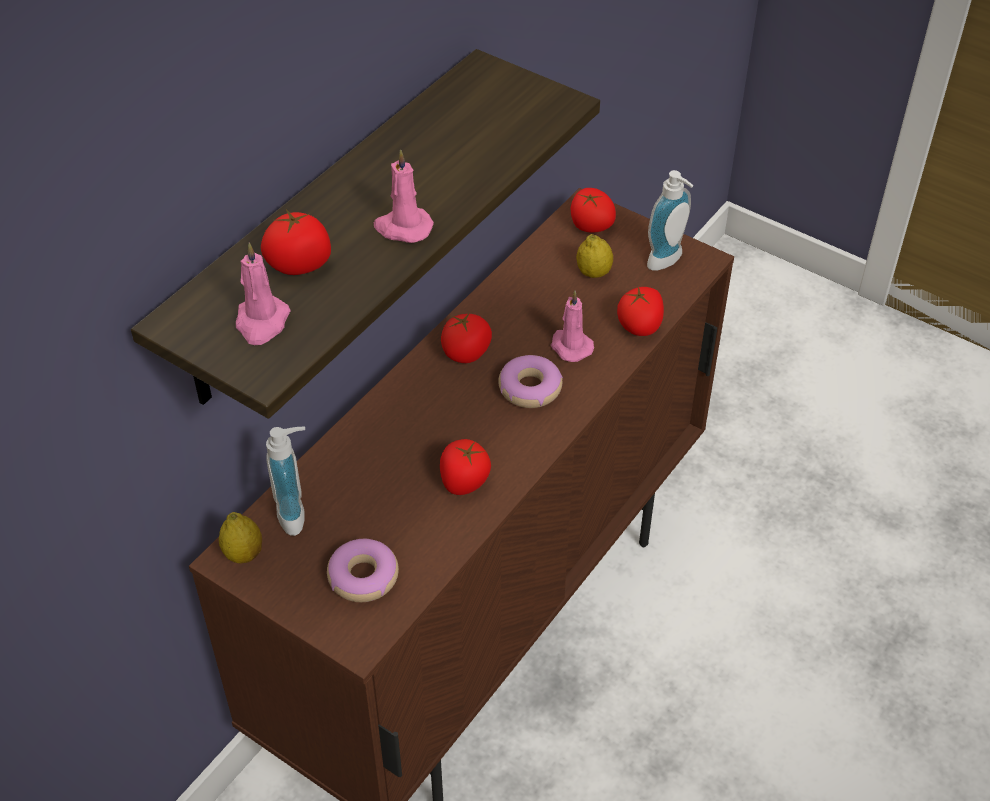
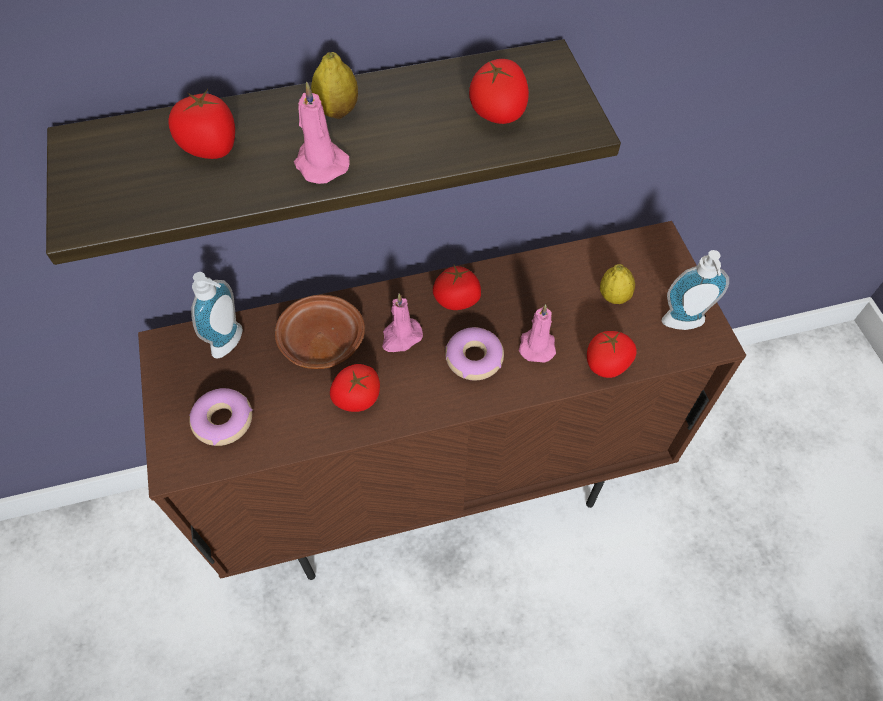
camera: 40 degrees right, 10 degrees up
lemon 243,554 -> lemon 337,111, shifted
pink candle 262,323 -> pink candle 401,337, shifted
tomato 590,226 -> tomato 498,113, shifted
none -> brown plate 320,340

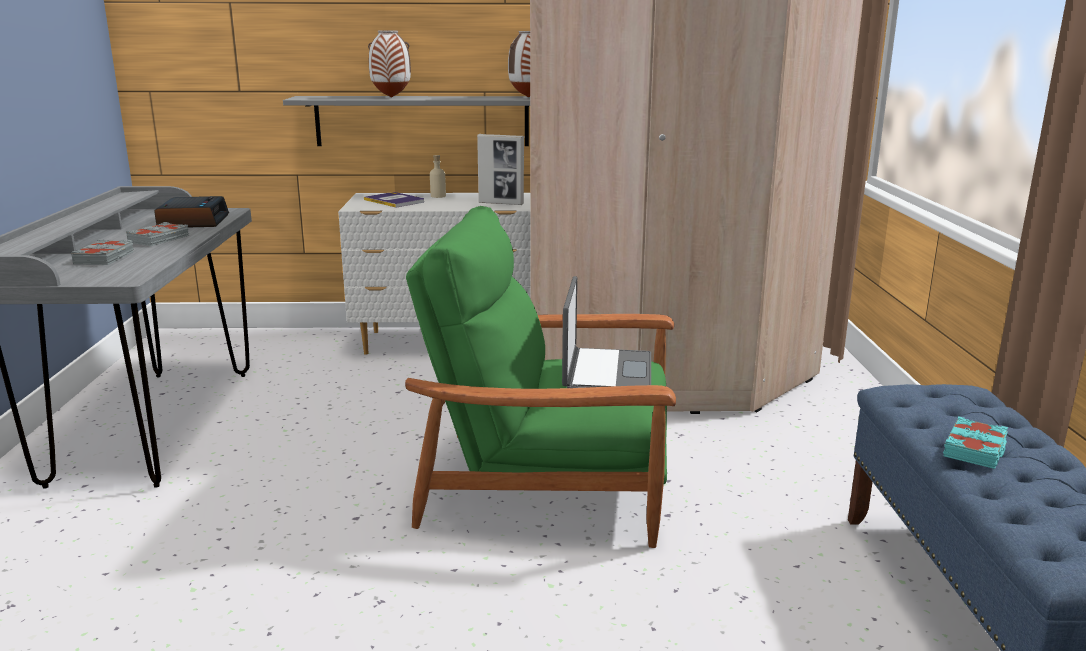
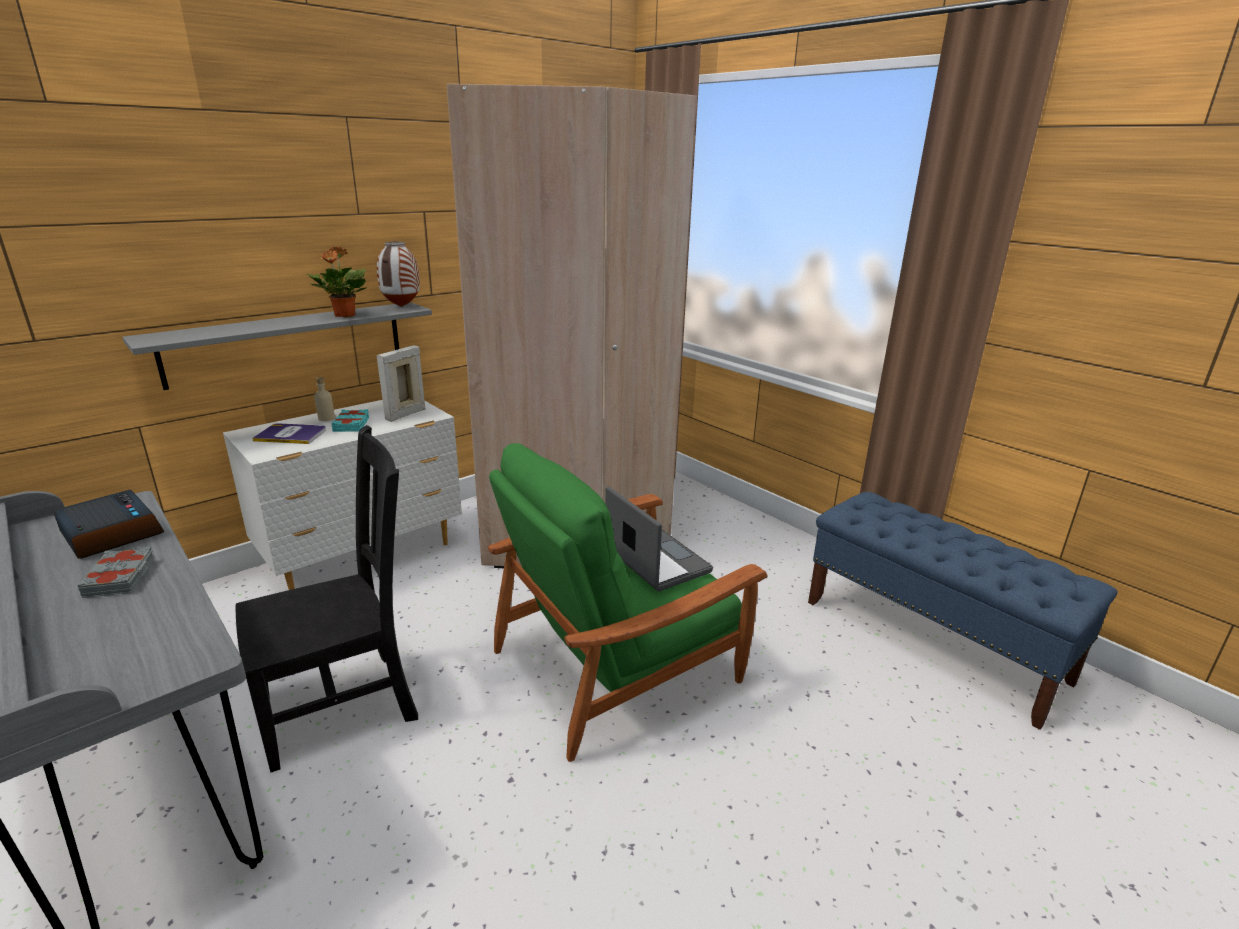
camera: 40 degrees left, 5 degrees up
grey book 105,258 -> none
vase 390,97 -> none
picture frame 501,203 -> picture frame 405,414, 150 degrees clockwise
turquoise book 975,449 -> turquoise book 352,424, shifted
none -> black chair 344,705
none -> potted plant 344,315

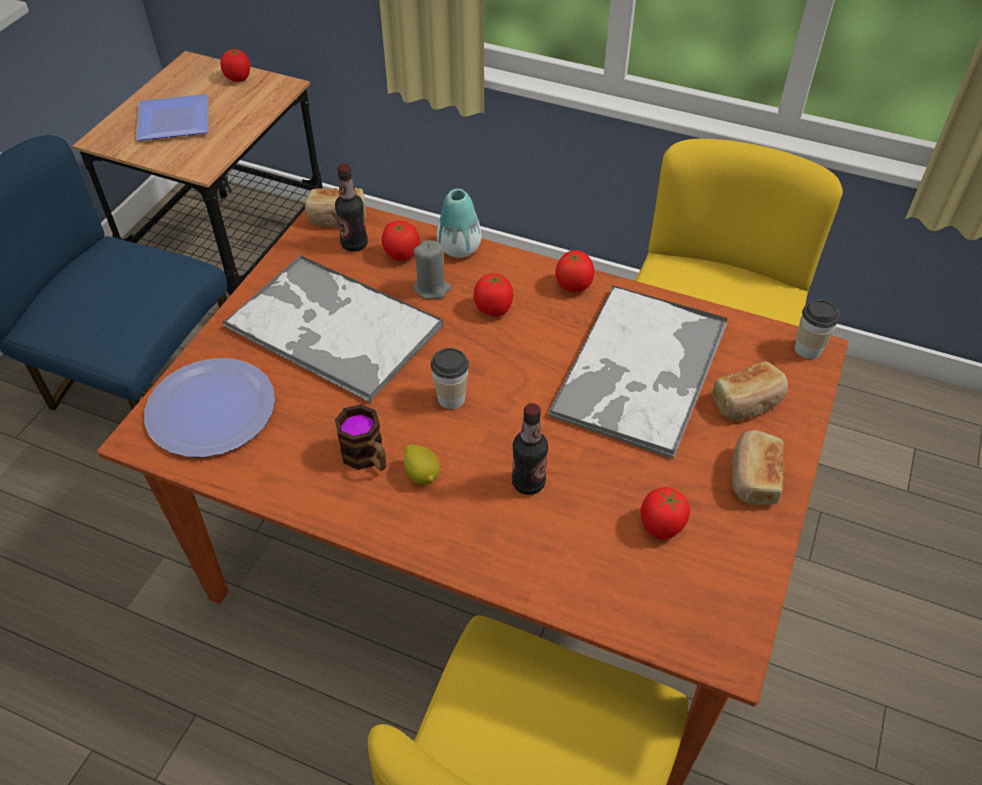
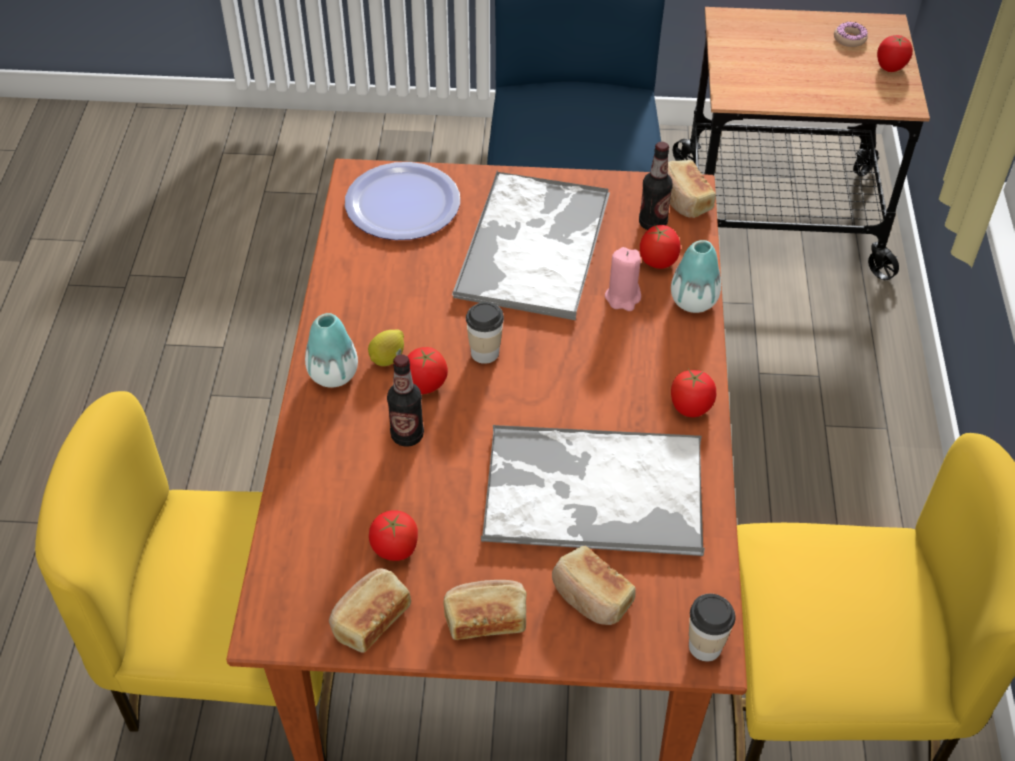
camera: 70 degrees right, 0 degrees up
plate 171,122 -> none
mug 367,458 -> none
grey candle 432,288 -> pink candle 623,297
tomato 493,309 -> tomato 425,385, shifted
none -> vase 333,374
none -> bread 369,618
none -> donut 849,39

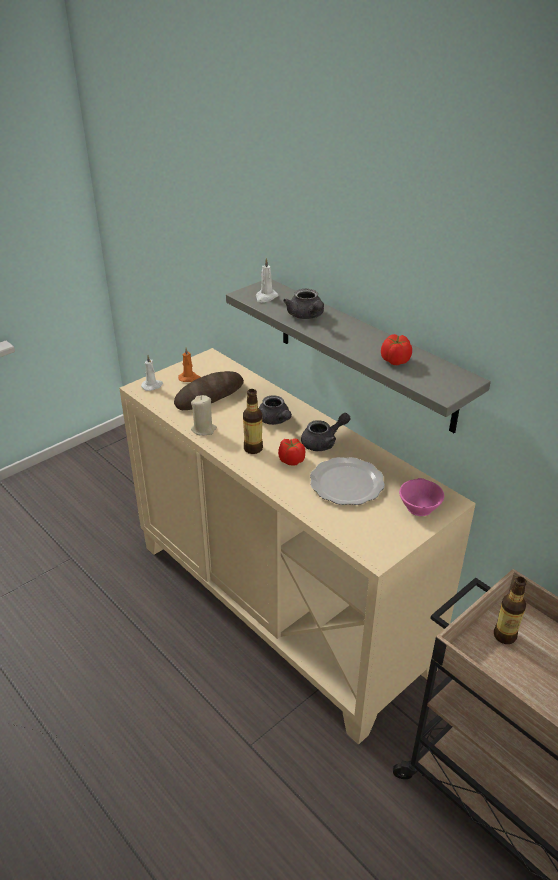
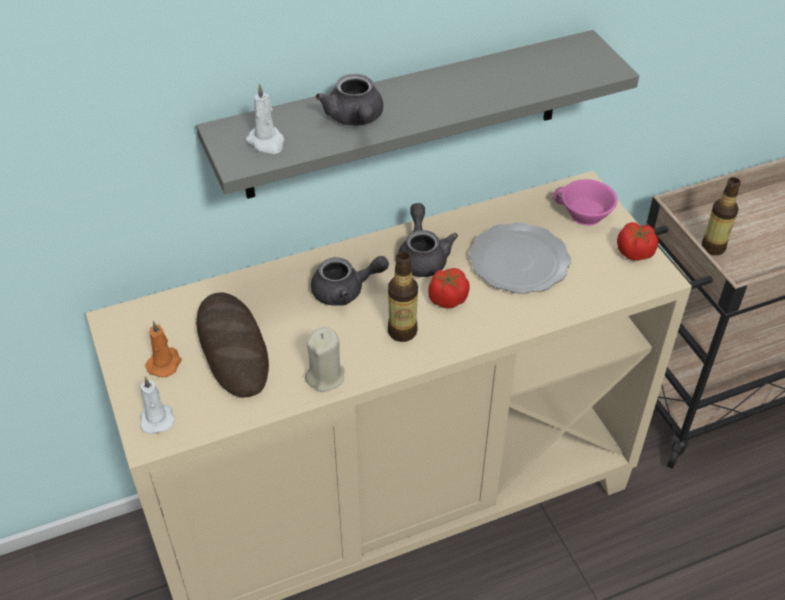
camera: 70 degrees left, 10 degrees up
grey teapot 306,316 -> grey teapot 355,119, 75 degrees clockwise
tomato 395,361 -> tomato 635,253, shifted

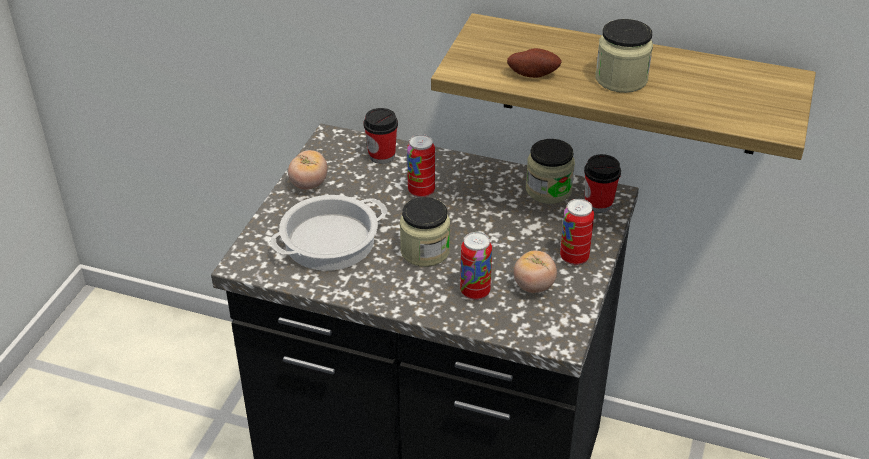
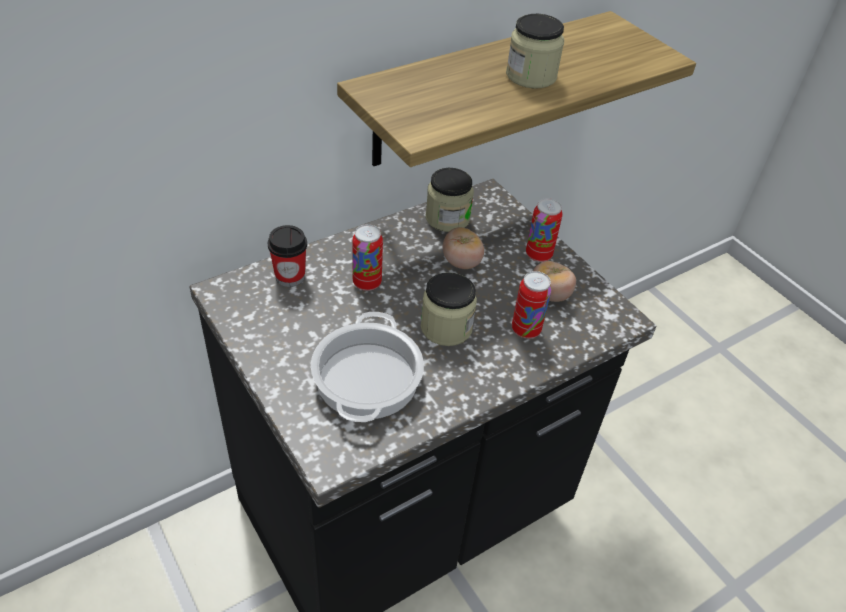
camera: 55 degrees left, 5 degrees up
tomato 309,184 -> tomato 461,262, shifted
potato 533,74 -> none
cup 598,204 -> none

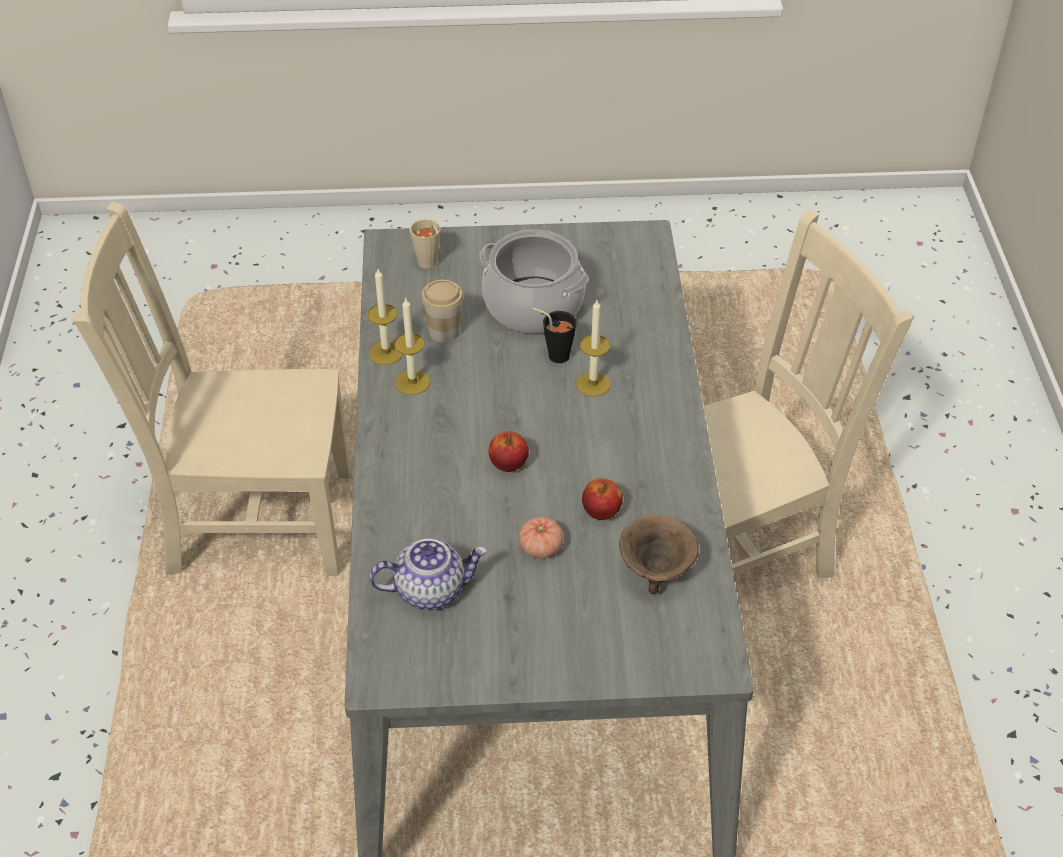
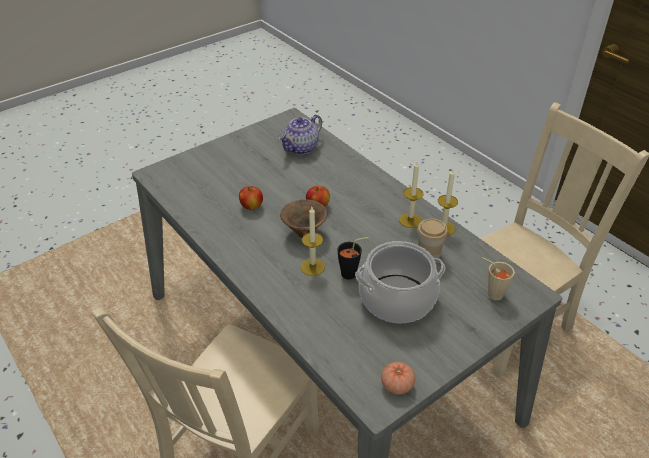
camera: 145 degrees right, 5 degrees down
tomato 540,547 -> tomato 397,385, shifted
brown bowl 656,571 -> brown bowl 305,233, shifted

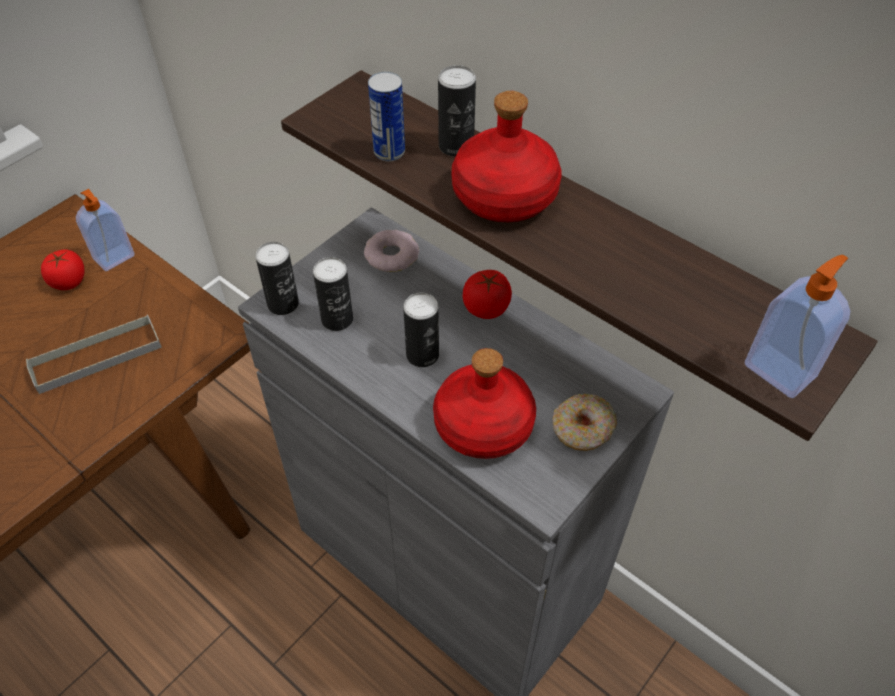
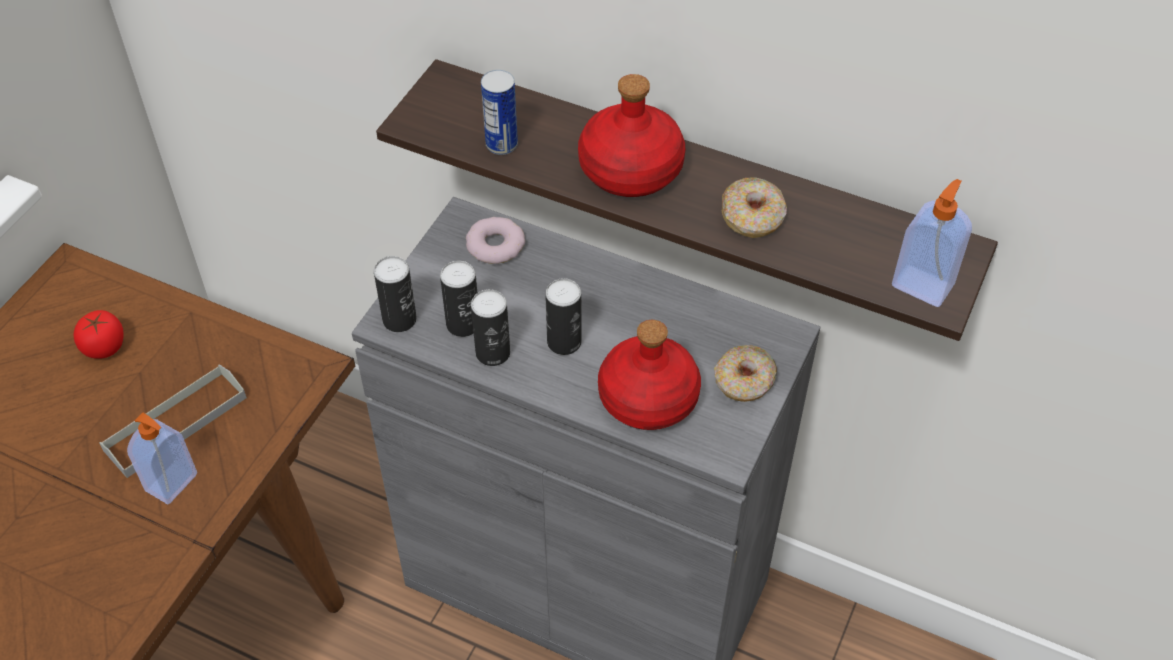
camera: 15 degrees left, 0 degrees up
soap dispenser 115,258 -> soap dispenser 173,483, shifted
can 456,146 -> can 493,353, shifted
tomato 486,308 -> none
none -> donut 752,217

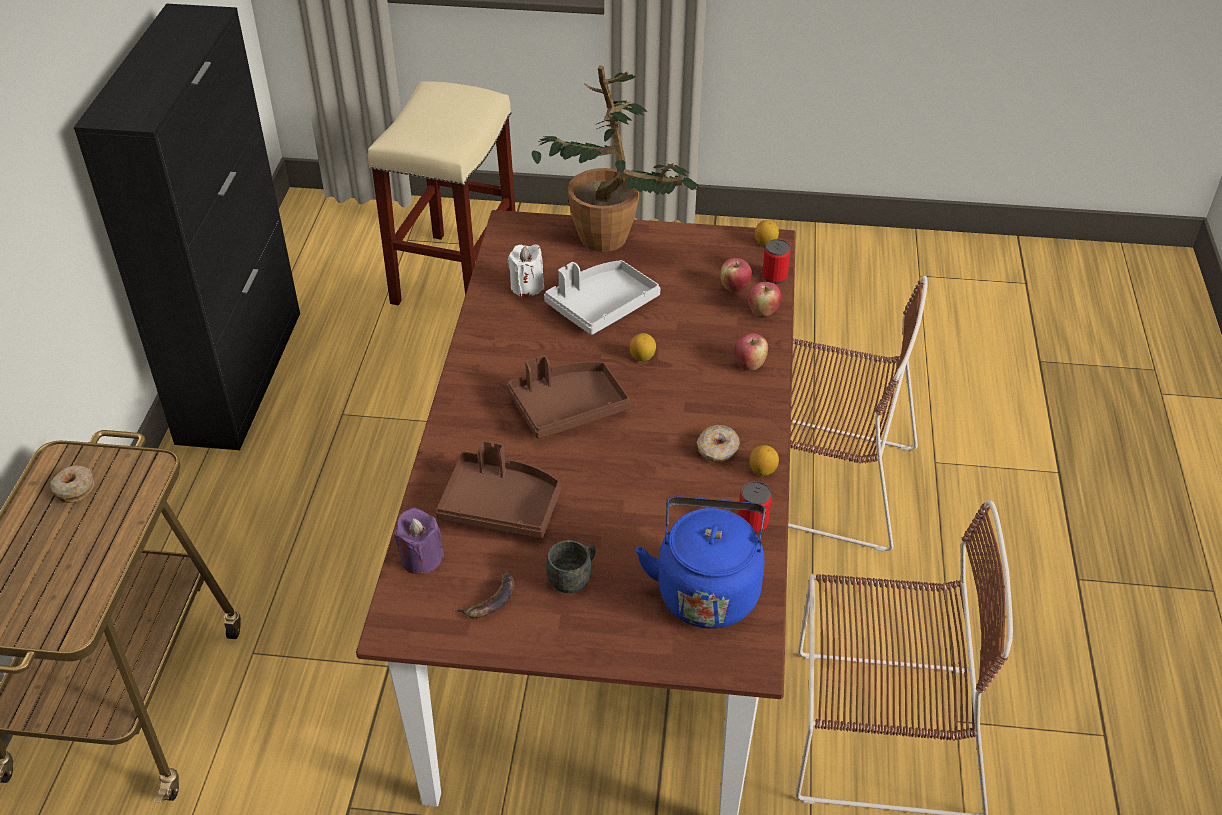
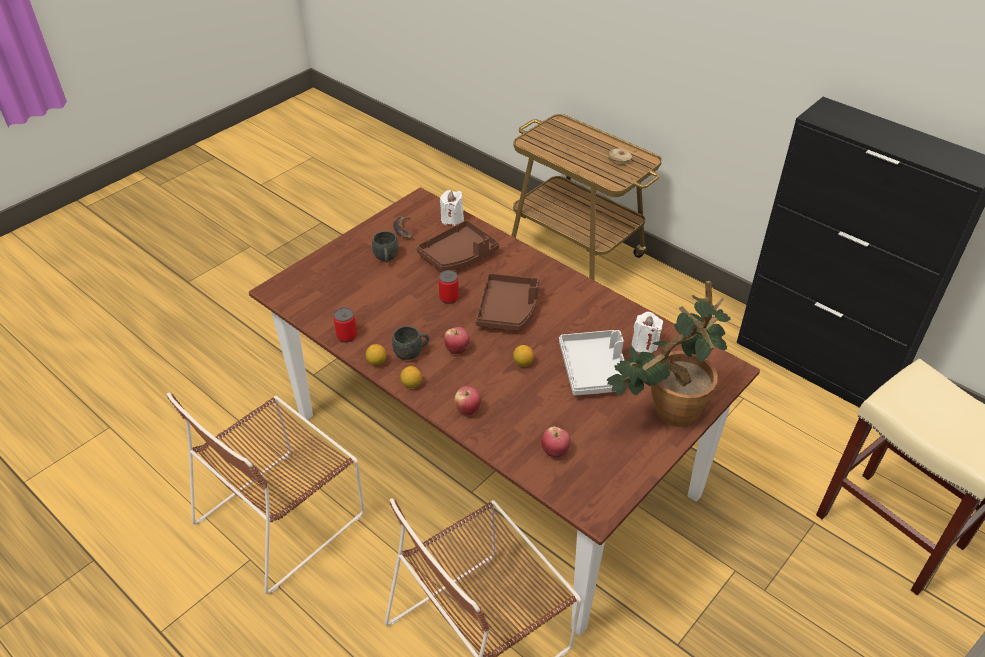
camera: 125 degrees right, 0 degrees up
purple candle 421,558 -> white candle 452,219
blue kettle 707,589 -> none
donut 717,450 -> grey mug 412,352
apple 762,311 -> apple 457,350, shifted
lemon 765,242 -> lemon 411,384, shifted
can 774,277 -> can 449,298, shifted

